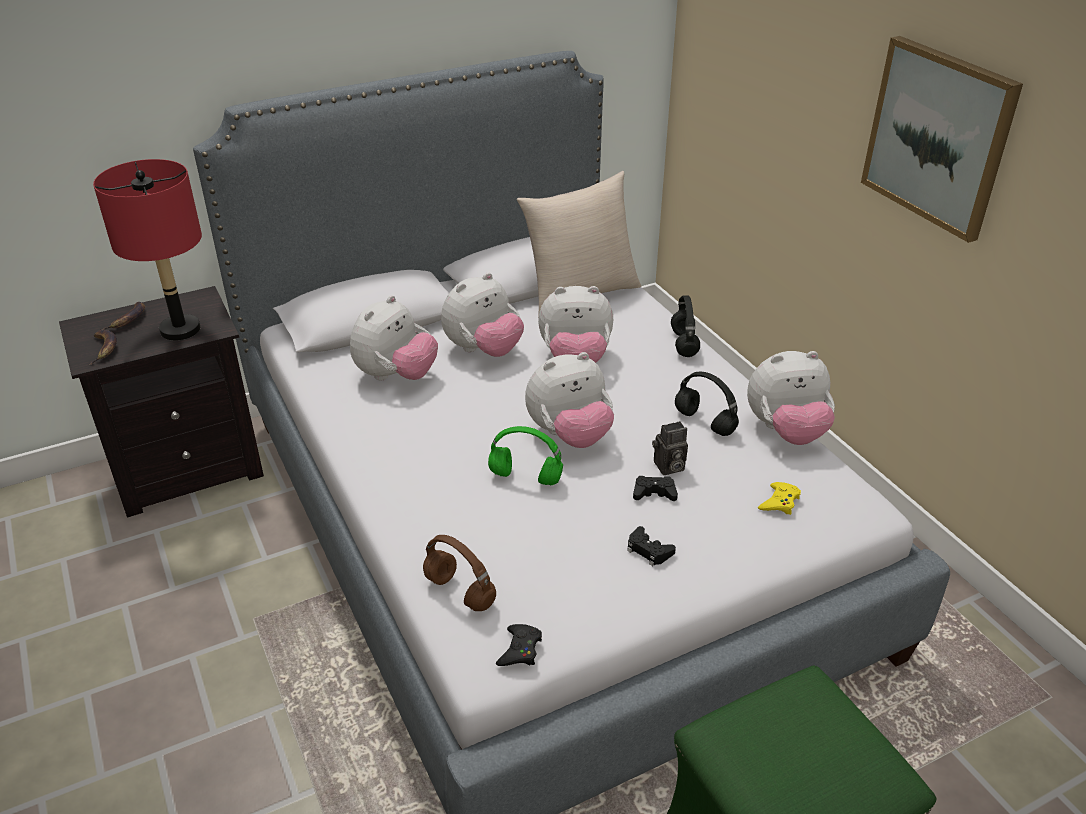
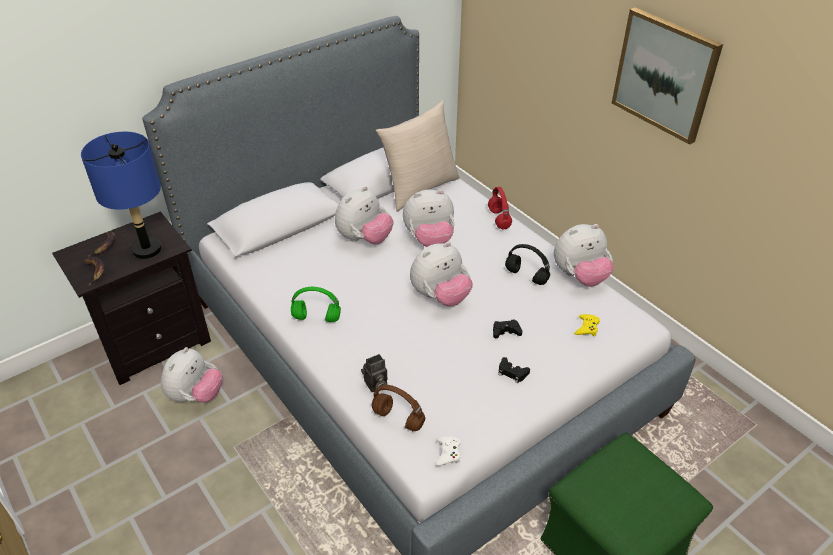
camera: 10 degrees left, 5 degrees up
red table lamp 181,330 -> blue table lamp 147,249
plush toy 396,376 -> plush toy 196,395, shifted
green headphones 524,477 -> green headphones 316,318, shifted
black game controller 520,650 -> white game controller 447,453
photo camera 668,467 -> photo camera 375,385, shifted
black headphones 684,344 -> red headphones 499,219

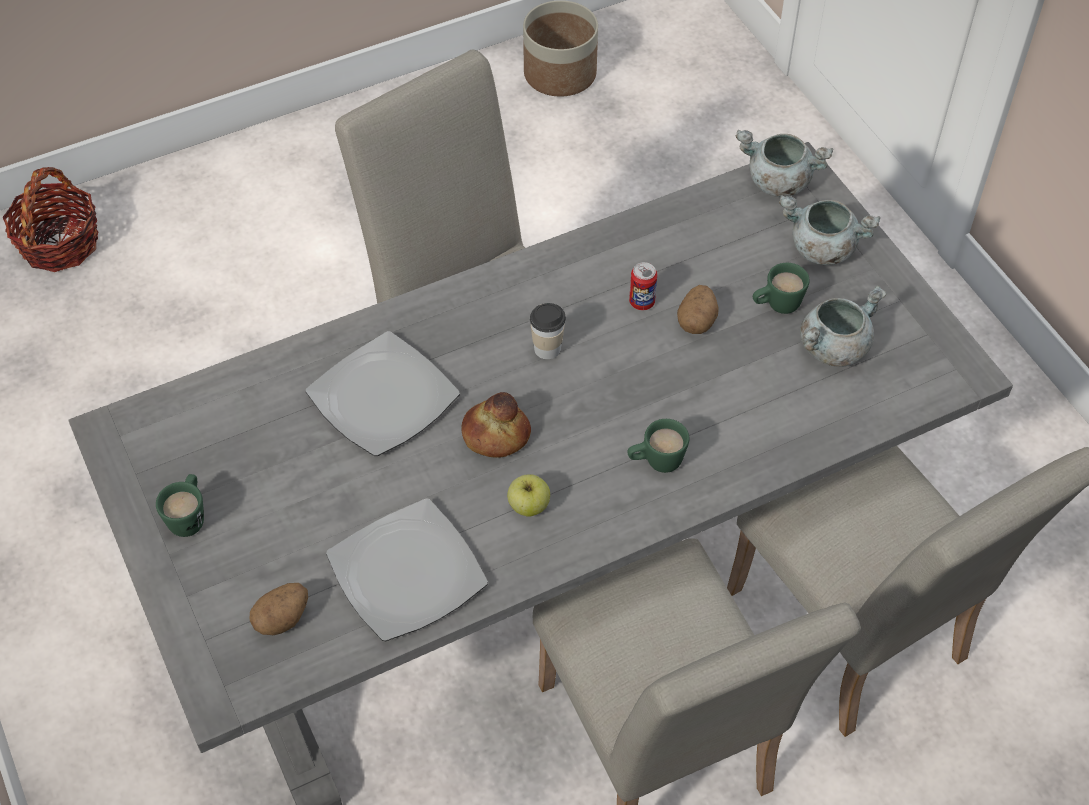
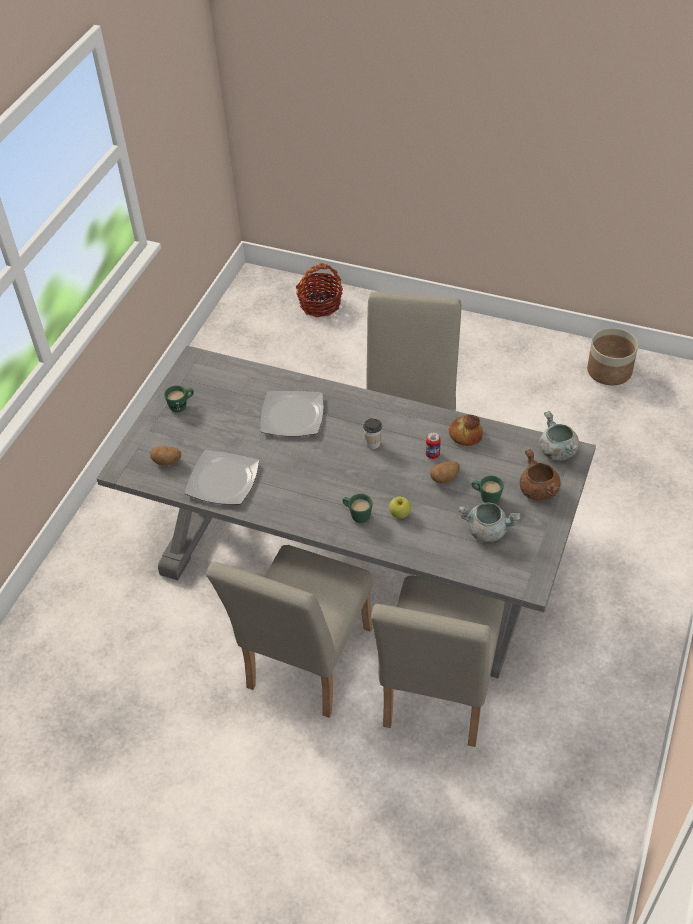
camera: 50 degrees right, 5 degrees down
bread 495,435 -> bread 465,435, shifted
apple 528,505 -> apple 400,514, shifted
grey cooking pot 821,249 -> brown cooking pot 537,490

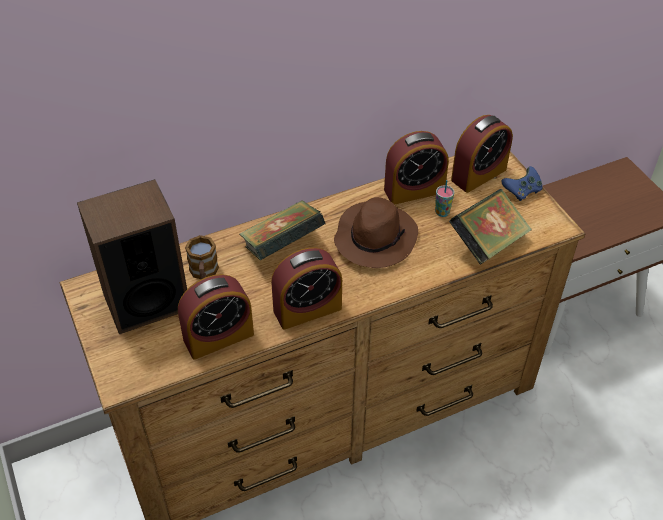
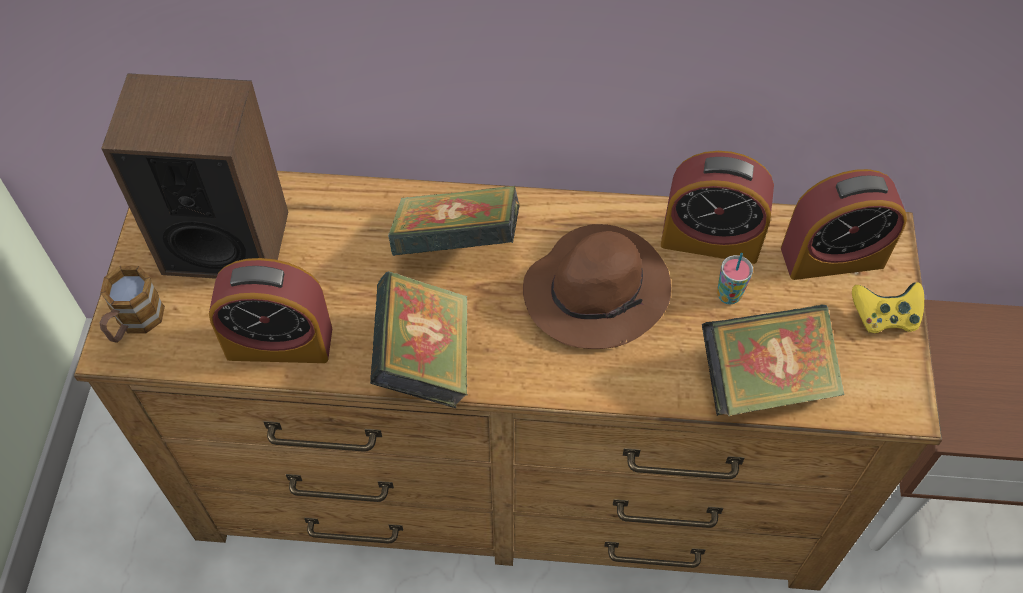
camera: 30 degrees right, 10 degrees up
mug 204,273 -> mug 134,322, shifted
alarm clock 307,309 -> book 424,359
blue game controller 522,191 -> yellow game controller 884,317

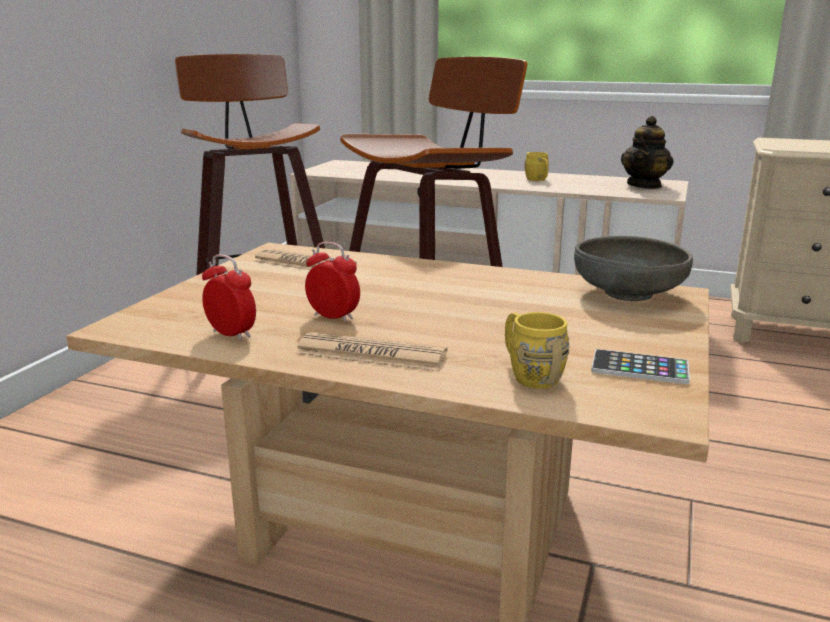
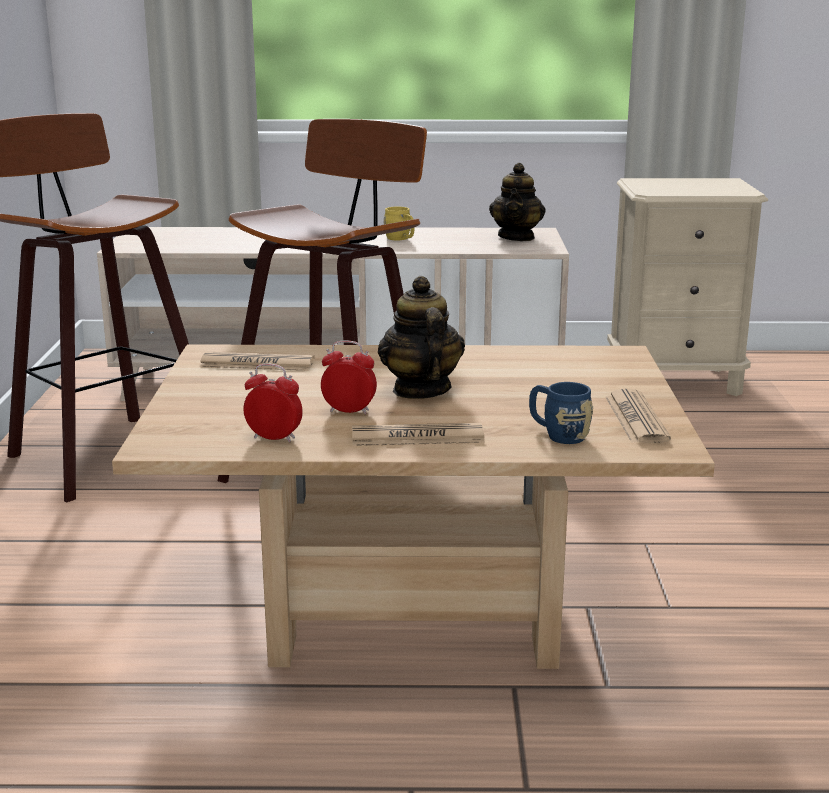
camera: 20 degrees left, 0 degrees up
yellow mug 529,374 -> blue mug 558,434
grey bowl 627,293 -> none
phone 639,368 -> newspaper 636,418
none -> teapot 420,390

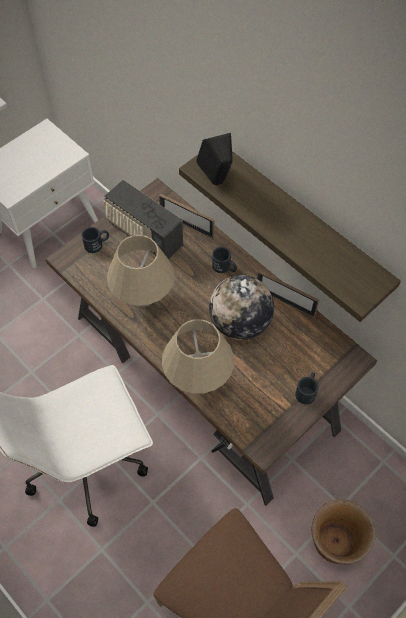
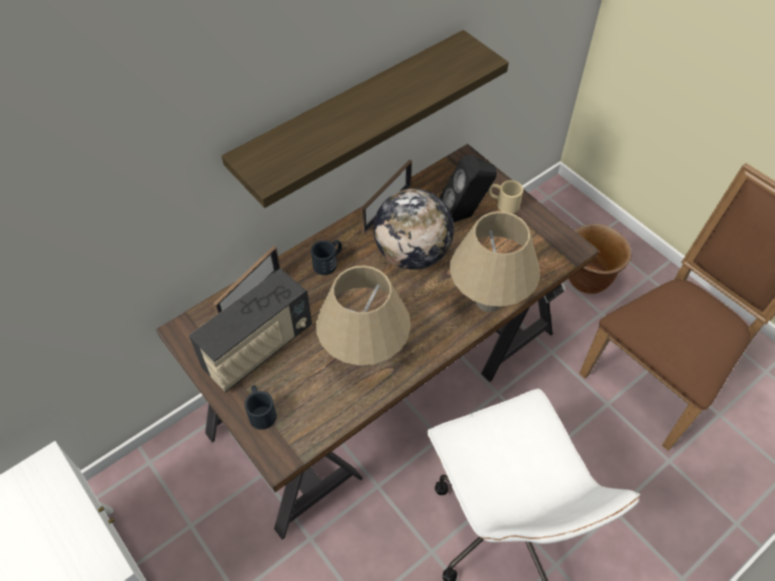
camera: 85 degrees left, 5 degrees down
black speaker 217,182 -> black speaker 464,215, shifted
black mug 307,391 -> beige mug 503,203

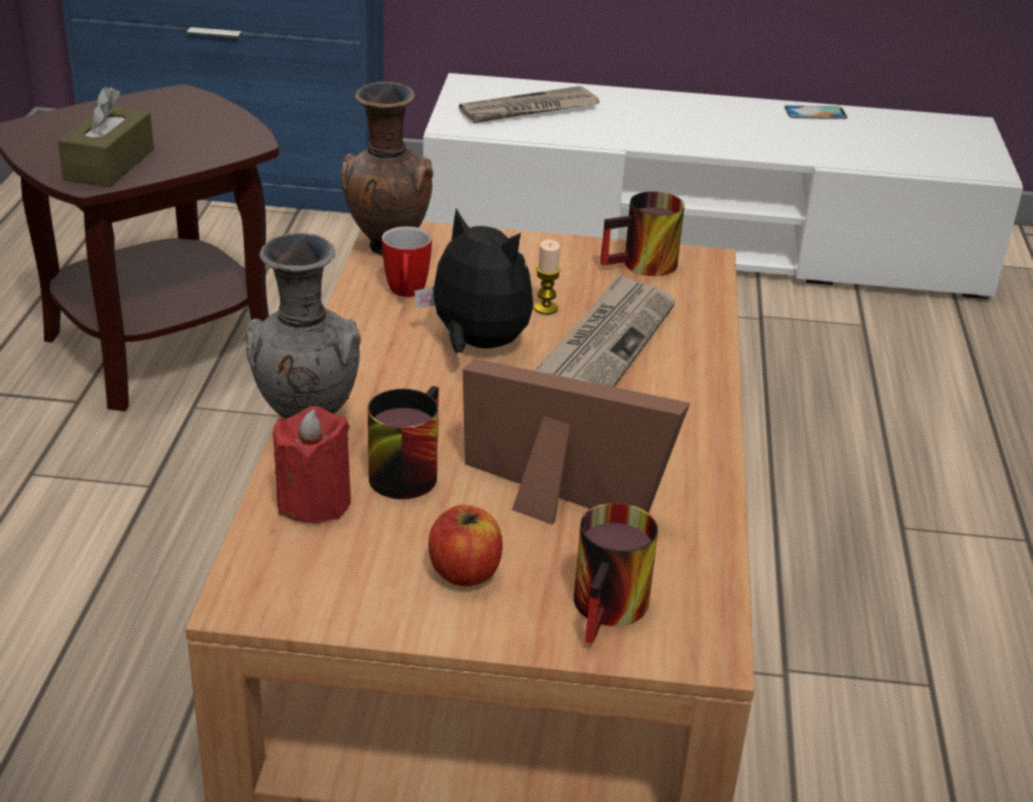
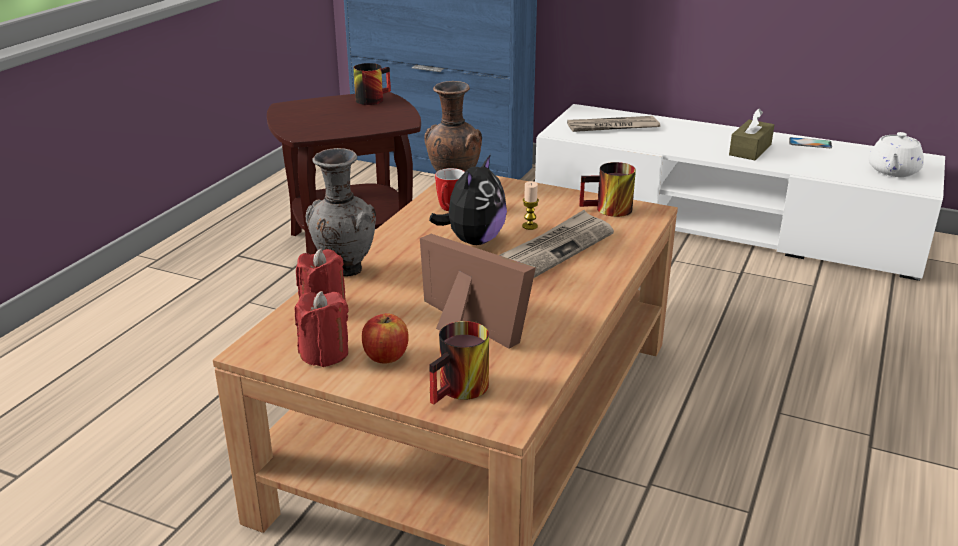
camera: 20 degrees right, 5 degrees down
brown tissue box 109,164 -> brown tissue box 750,150, shifted
mug 403,469 -> mug 371,98, shifted
plush toy 476,345 -> plush toy 473,240, 60 degrees clockwise
none -> red candle 324,353
none -> white teapot 893,171

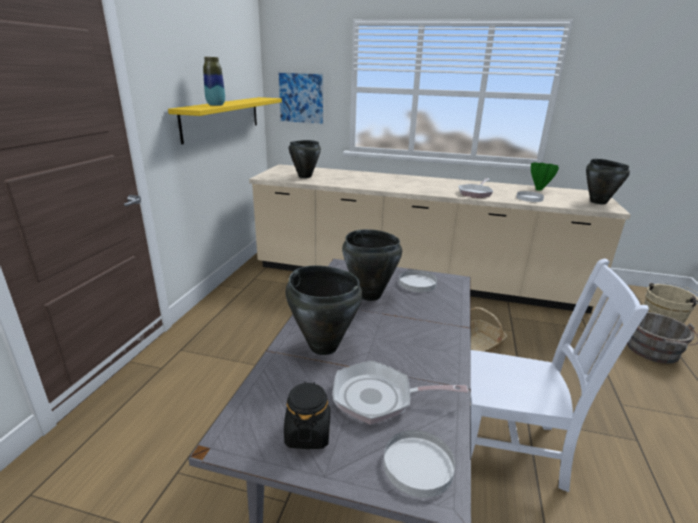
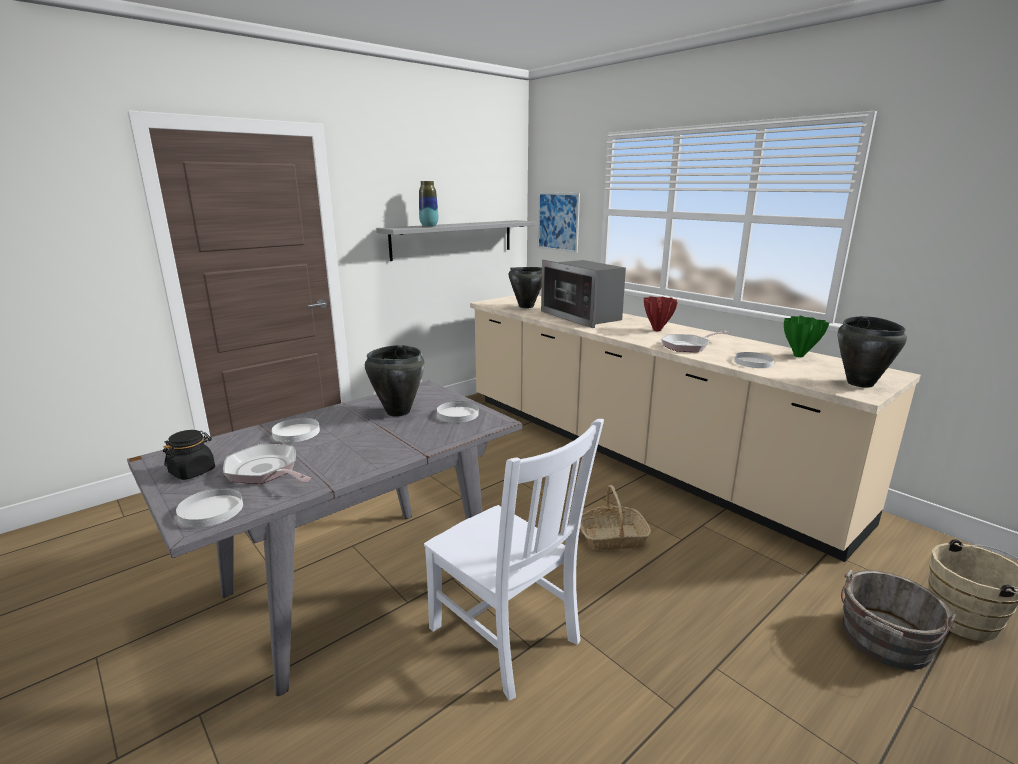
camera: 35 degrees right, 5 degrees down
yellow shelf 222,117 -> grey shelf 453,239
black cooking pot 323,346 -> white plate 296,432
none -> microwave 582,316
none -> red vase 657,330

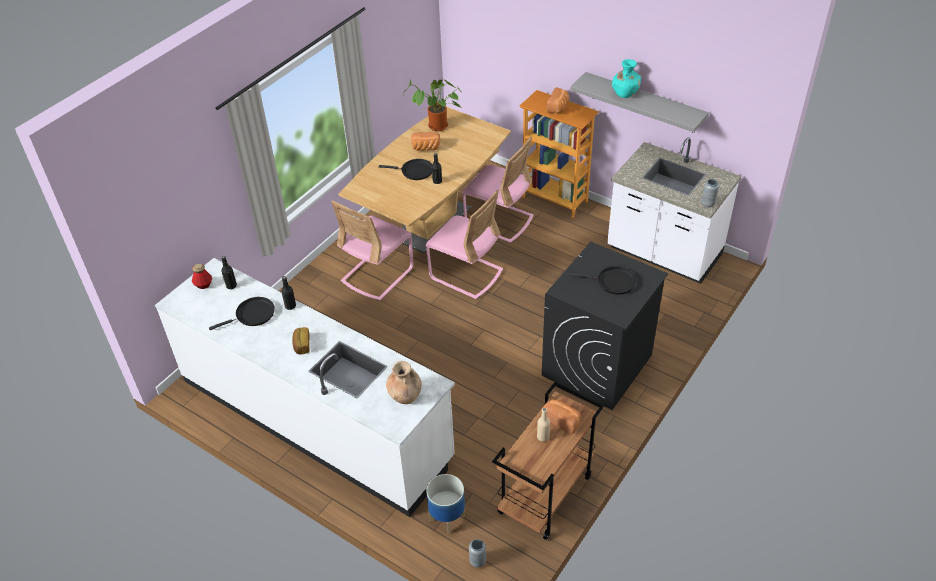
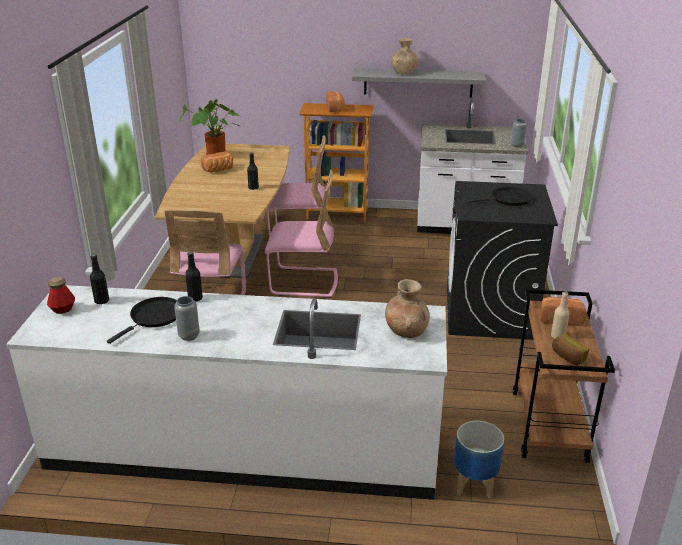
camera: 30 degrees left, 15 degrees down
bread 302,345 -> bread 568,357, shifted
black frying pan 415,171 -> none
grey vase 477,561 -> grey vase 189,336, shifted
turquoise vase 625,93 -> brown vase 404,72

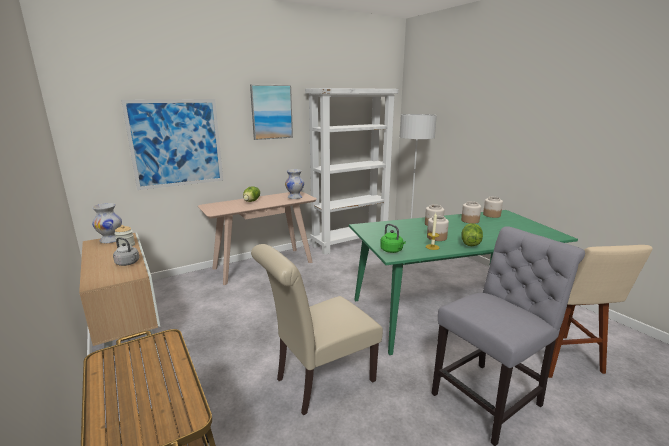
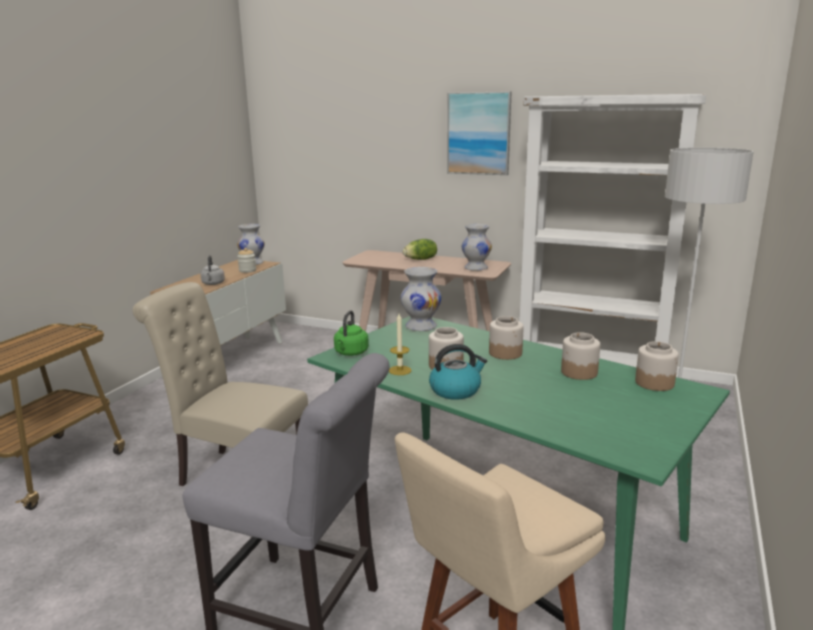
camera: 55 degrees right, 0 degrees up
picture 176,143 -> none
lettuce 470,243 -> kettle 456,390
none -> white vase 421,326

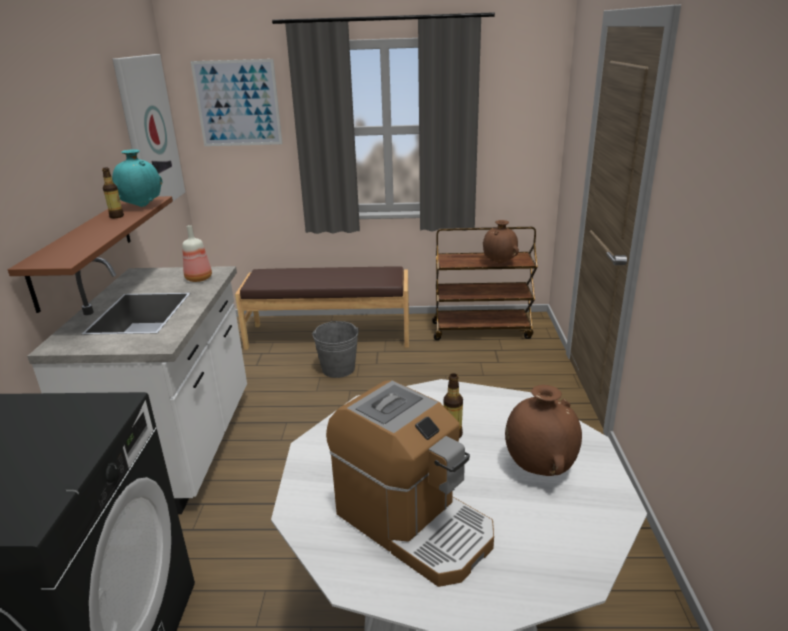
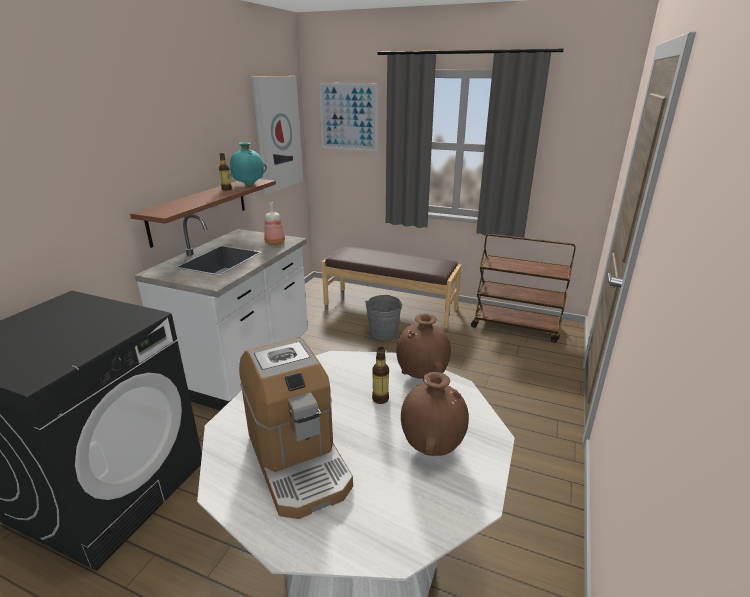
camera: 20 degrees right, 0 degrees up
brown vase 499,263 -> brown vase 422,376, shifted

